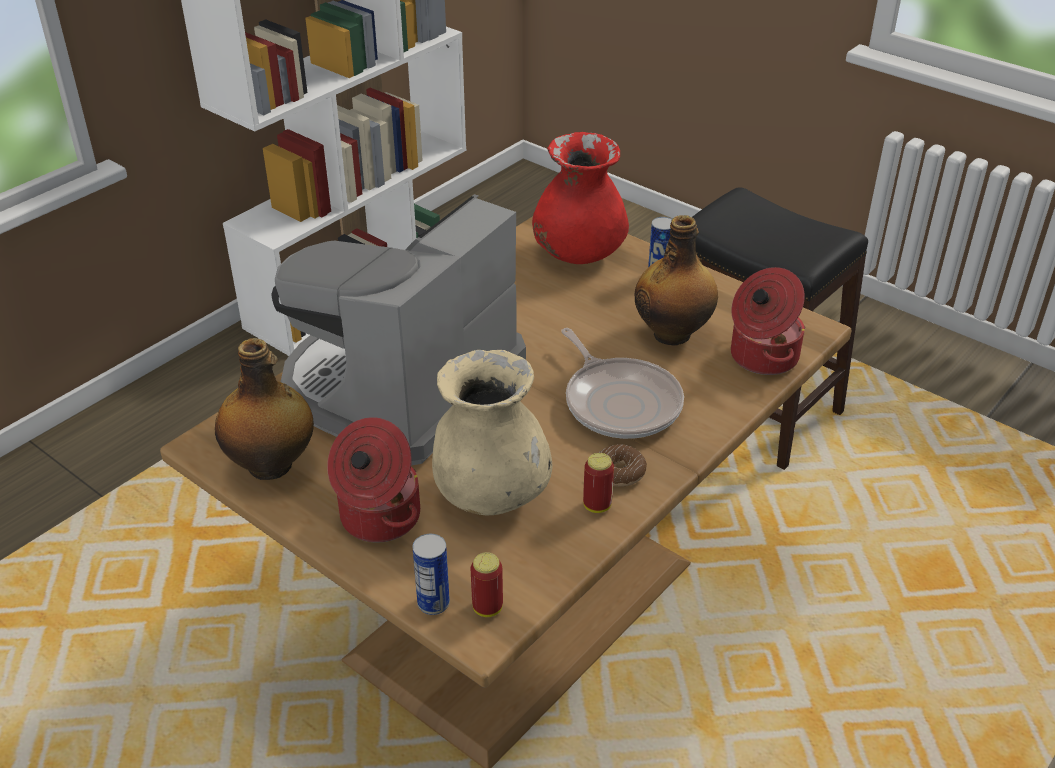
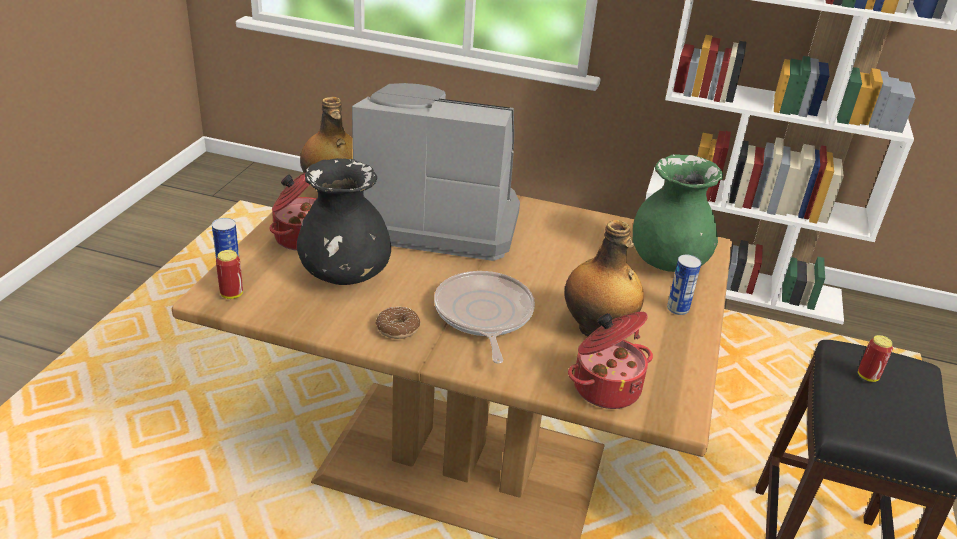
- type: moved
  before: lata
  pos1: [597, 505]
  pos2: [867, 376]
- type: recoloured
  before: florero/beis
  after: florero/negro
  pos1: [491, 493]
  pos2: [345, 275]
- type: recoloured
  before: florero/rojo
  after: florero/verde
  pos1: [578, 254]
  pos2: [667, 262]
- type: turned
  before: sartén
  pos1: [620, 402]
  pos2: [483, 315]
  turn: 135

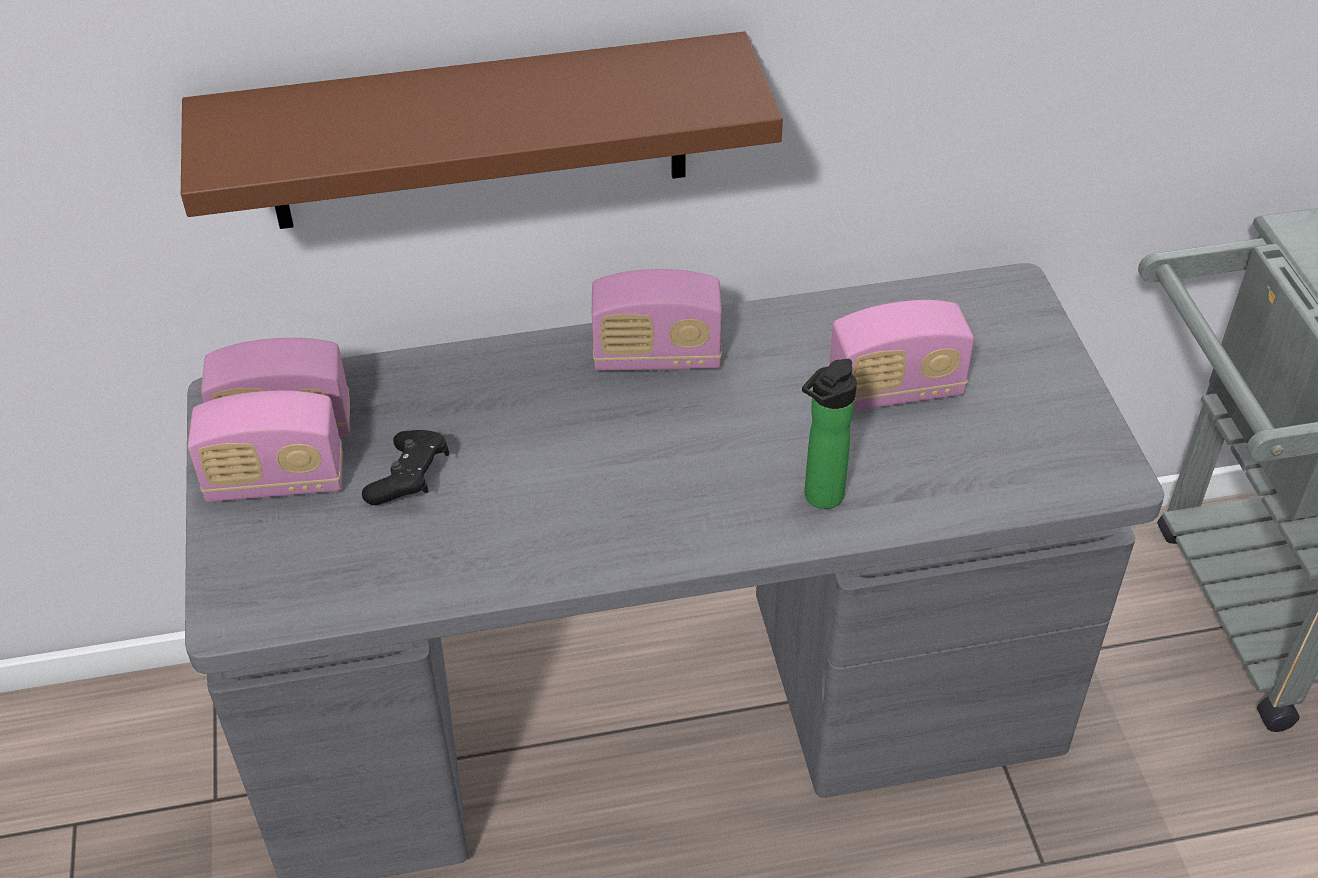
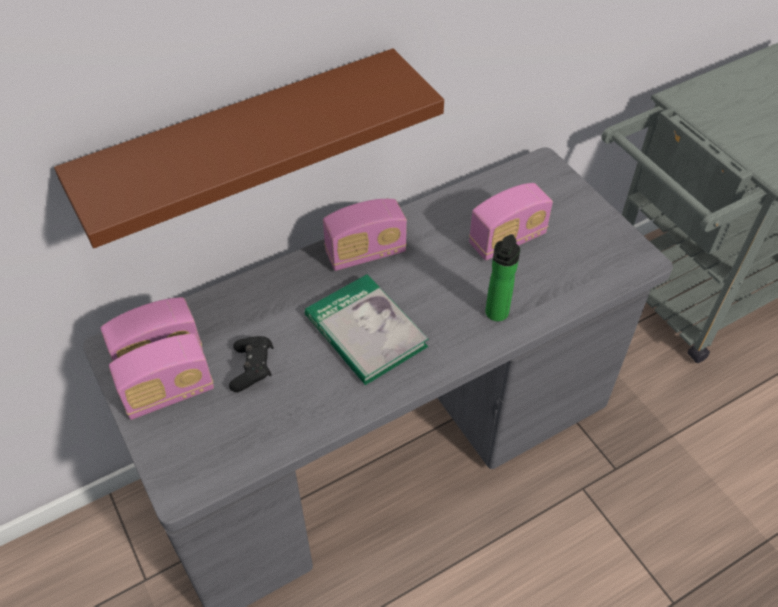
- type: added
  after: libro
  pos2: [365, 331]

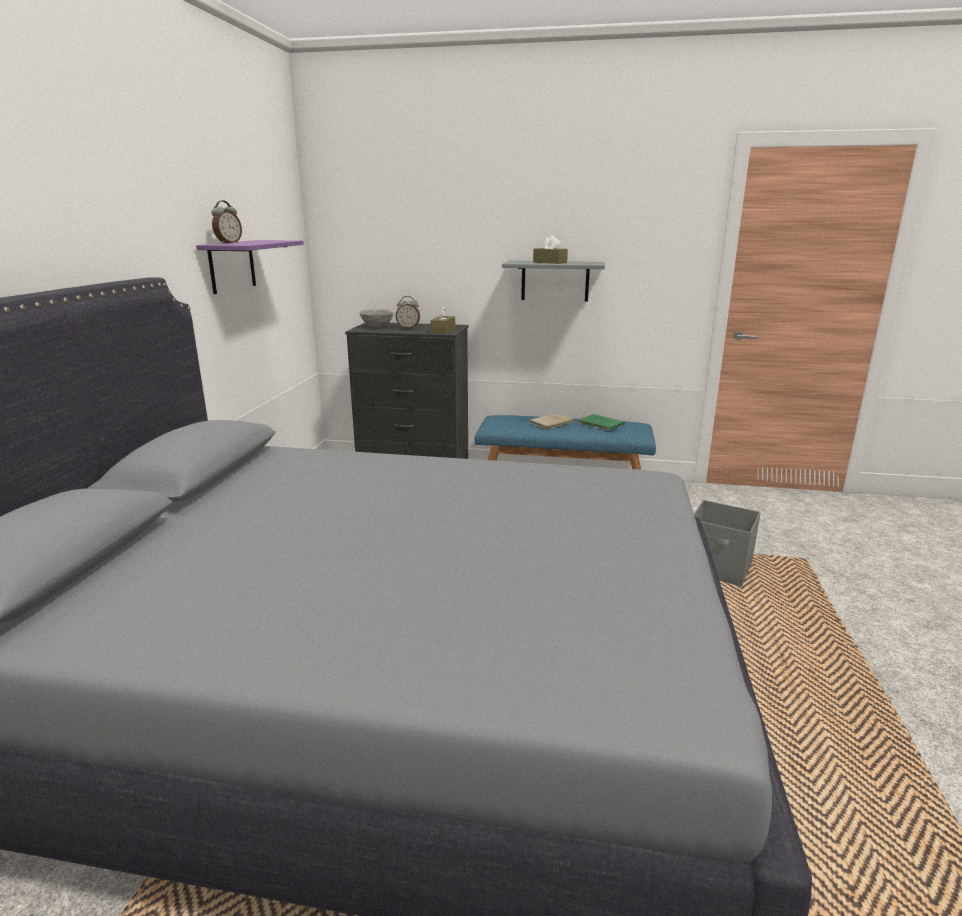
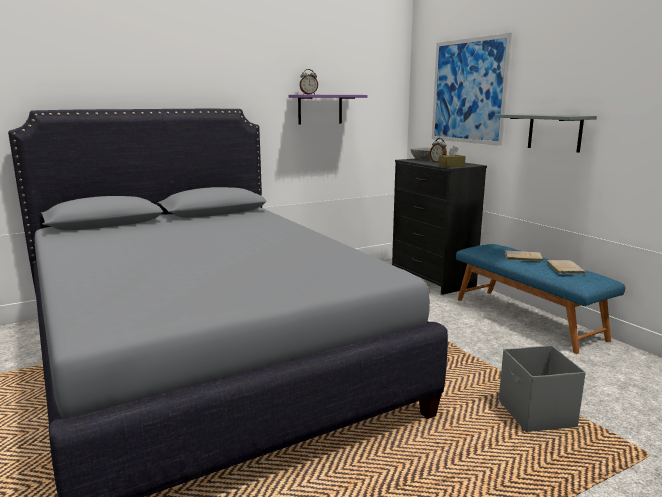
- type: removed
  before: caja de pañuelos/marrón
  pos1: [550, 262]
- type: added
  after: cuadro
  pos2: [468, 91]
- type: recoloured
  before: libro/verde
  after: libro/beis
  pos1: [600, 424]
  pos2: [564, 268]

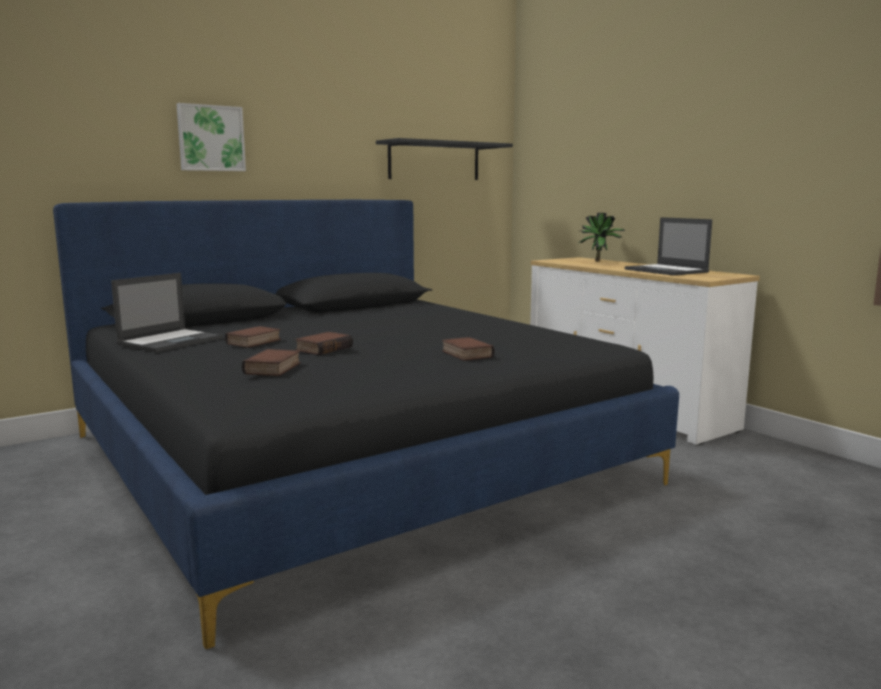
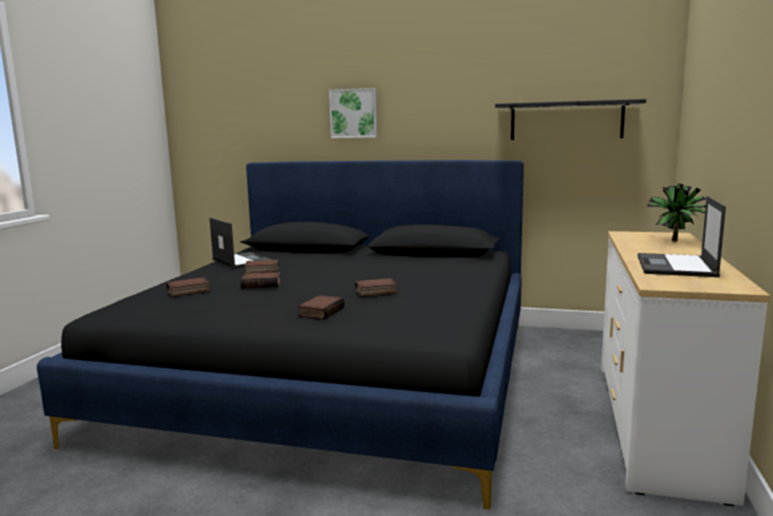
- type: added
  after: libro
  pos2: [376, 292]
- type: turned
  before: portátil
  pos1: [171, 341]
  pos2: [241, 261]
  turn: -120

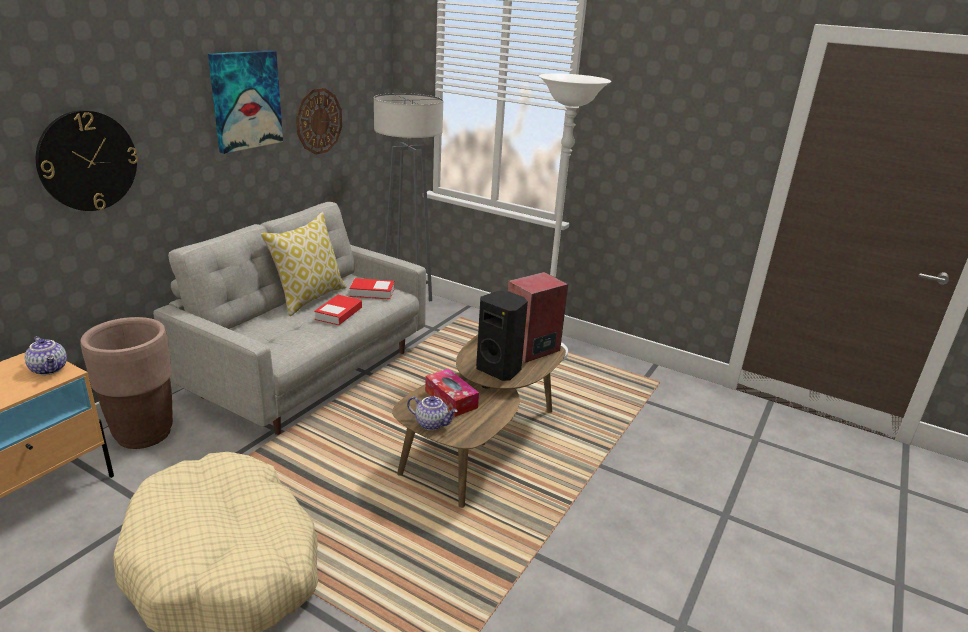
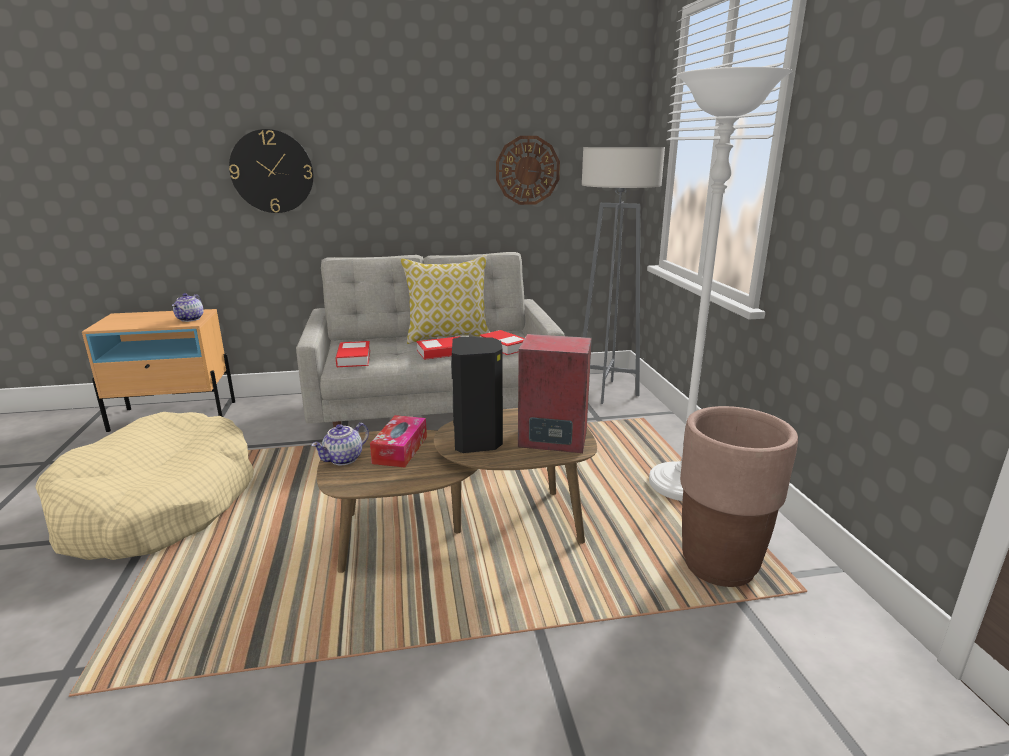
- type: removed
  before: cuadro
  pos1: [246, 100]
- type: added
  after: libro
  pos2: [354, 358]
- type: moved
  before: maceta/marrón
  pos1: [144, 434]
  pos2: [719, 565]
- type: turned
  before: tetera
  pos1: [432, 423]
  pos2: [343, 459]
  turn: 60

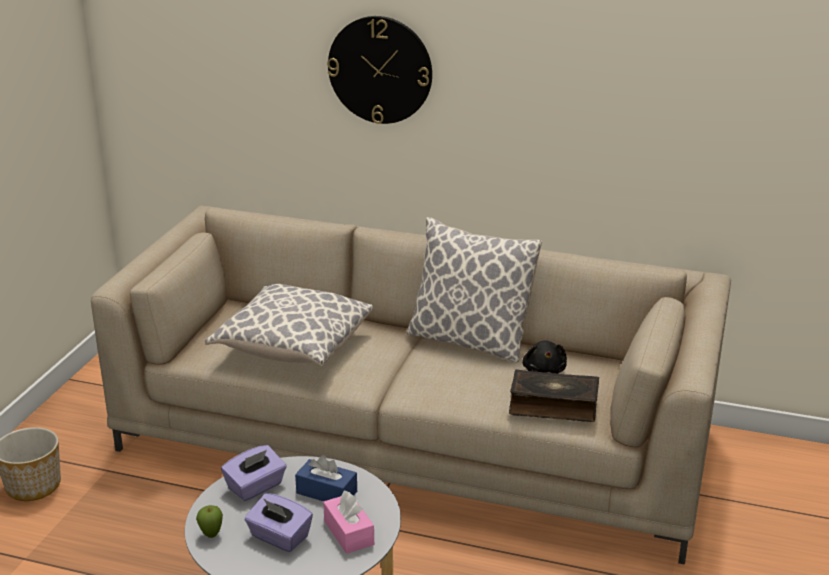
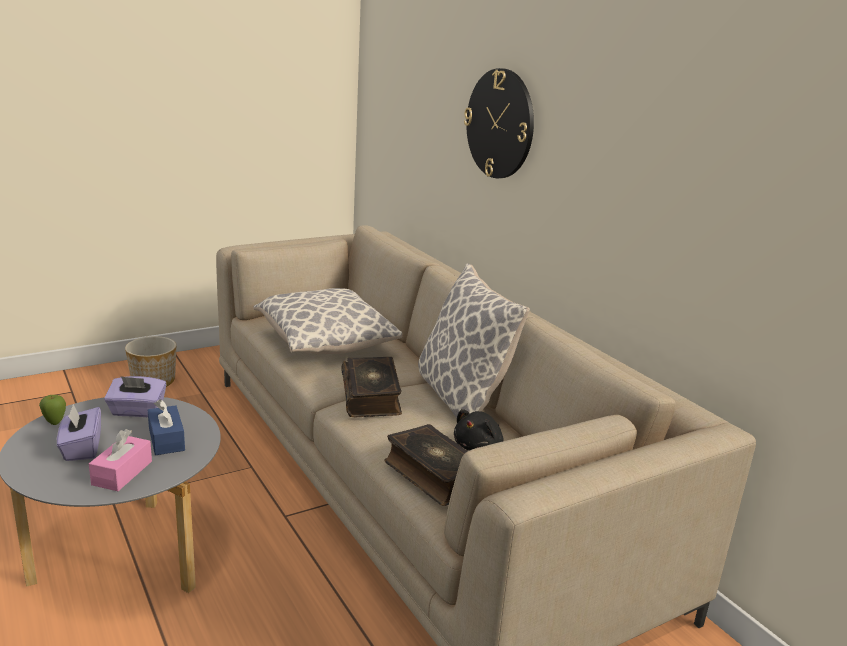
- type: added
  after: libro
  pos2: [371, 396]

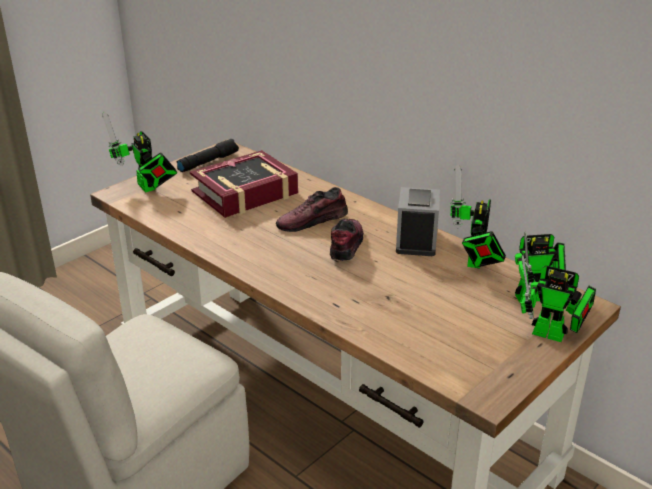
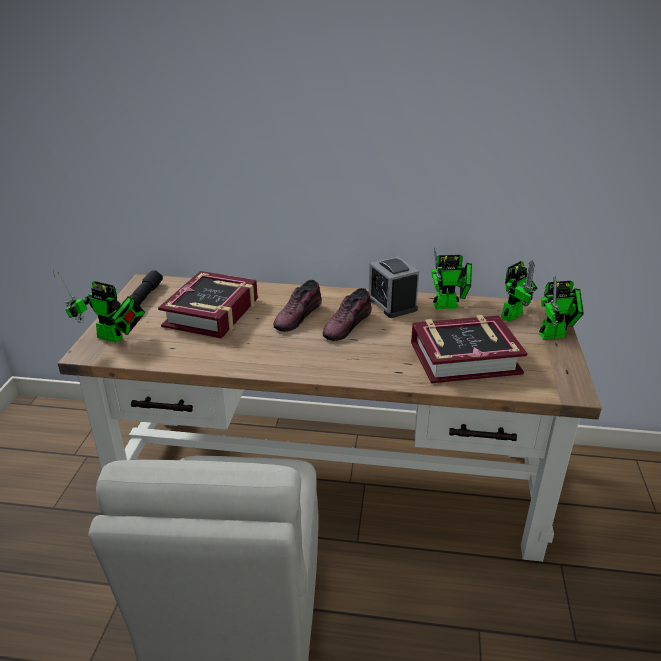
- type: added
  after: libro
  pos2: [464, 357]
- type: turned
  before: zapato
  pos1: [346, 245]
  pos2: [347, 325]
  turn: -120
- type: turned
  before: robot de juguete
  pos1: [474, 263]
  pos2: [449, 306]
  turn: -75

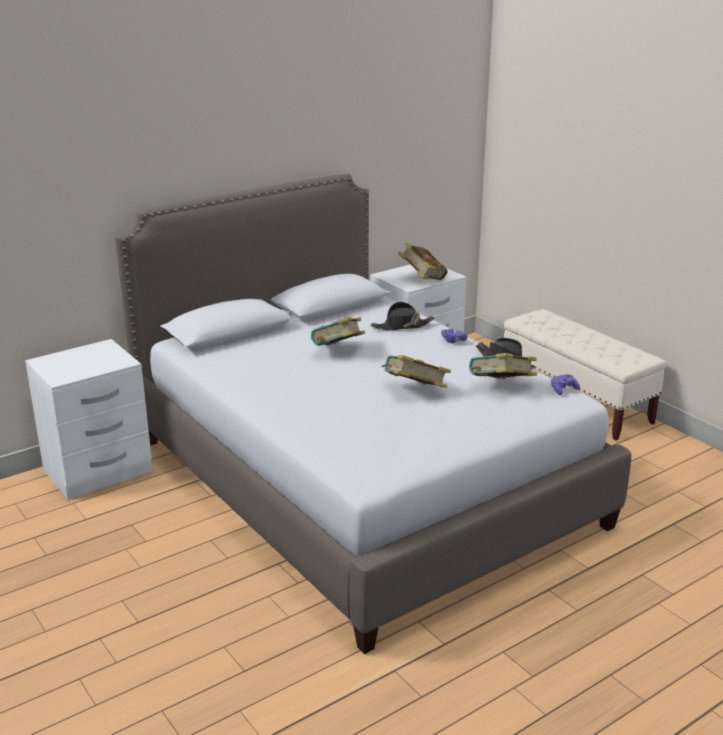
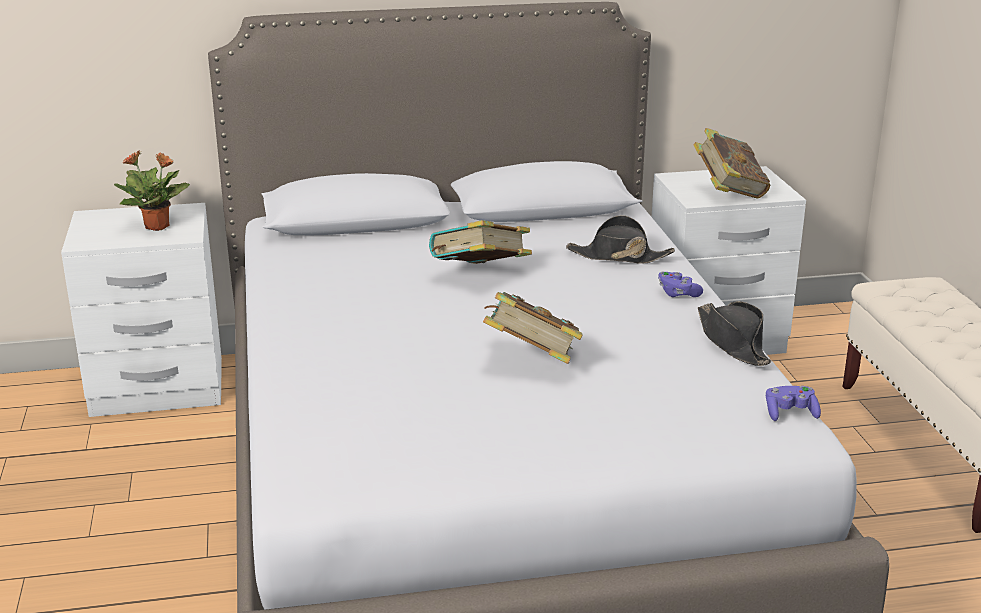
- type: removed
  before: libro
  pos1: [501, 387]
- type: added
  after: planta en maceta
  pos2: [158, 227]

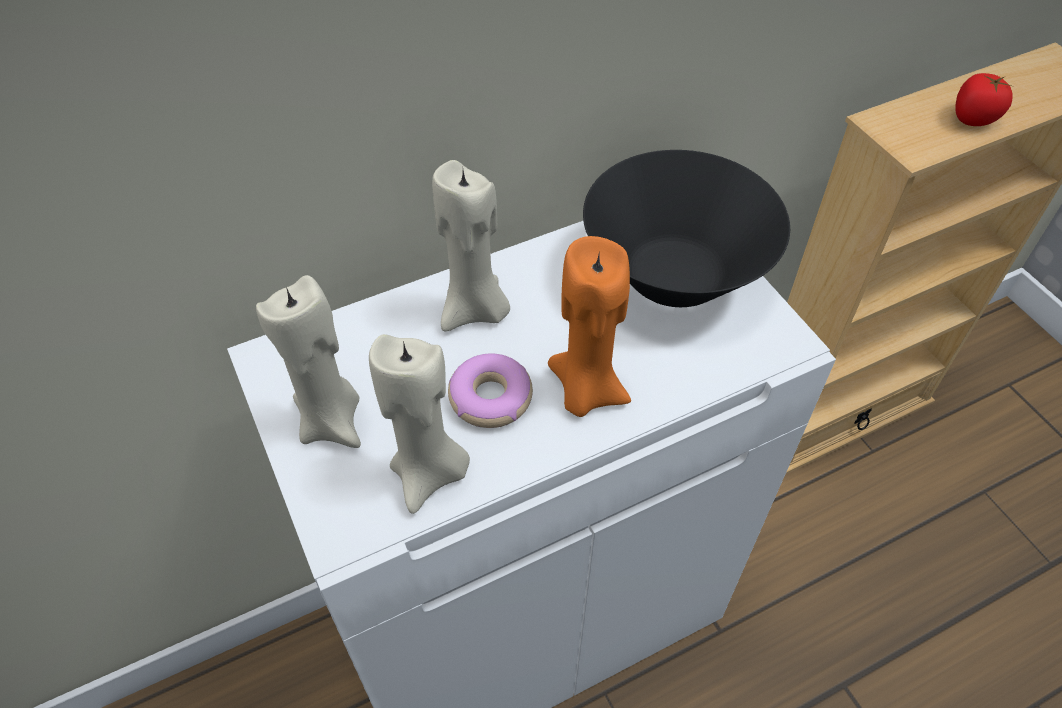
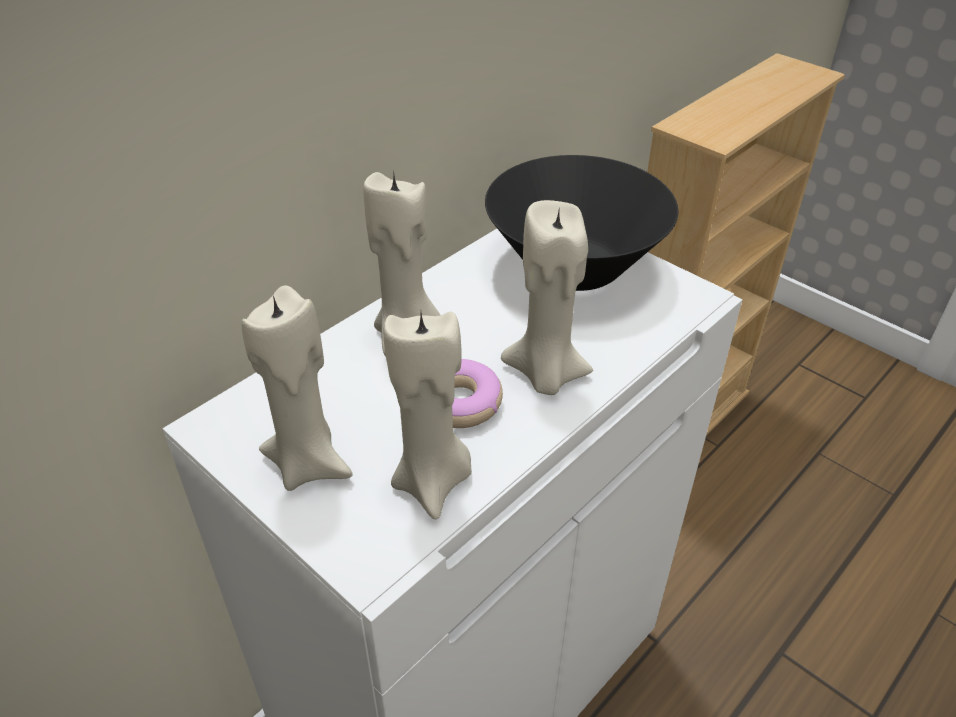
- type: removed
  before: tomate
  pos1: [973, 118]
- type: recoloured
  before: vela/naranja
  after: vela/beis
  pos1: [585, 391]
  pos2: [545, 375]

